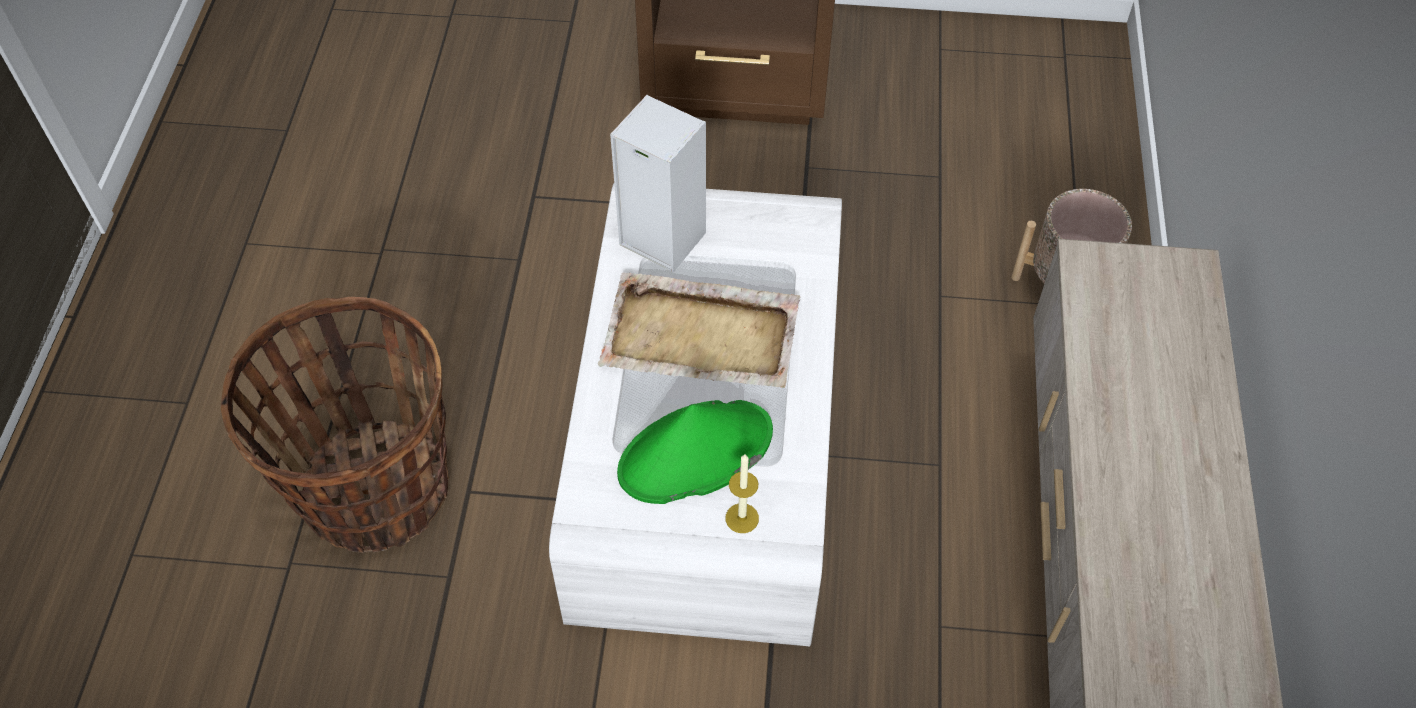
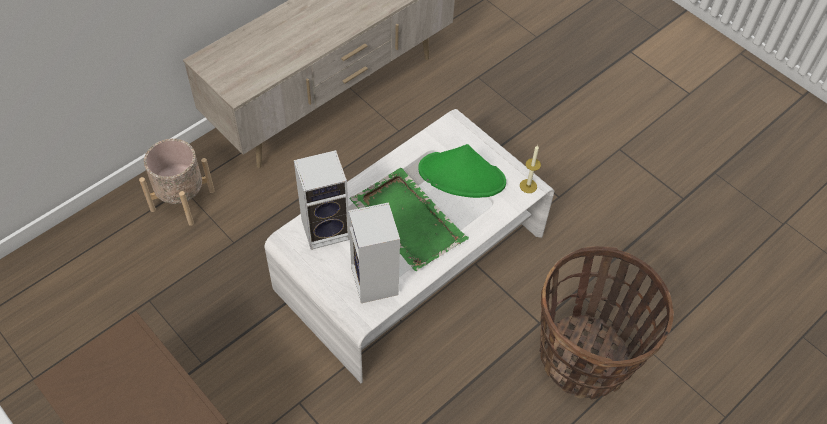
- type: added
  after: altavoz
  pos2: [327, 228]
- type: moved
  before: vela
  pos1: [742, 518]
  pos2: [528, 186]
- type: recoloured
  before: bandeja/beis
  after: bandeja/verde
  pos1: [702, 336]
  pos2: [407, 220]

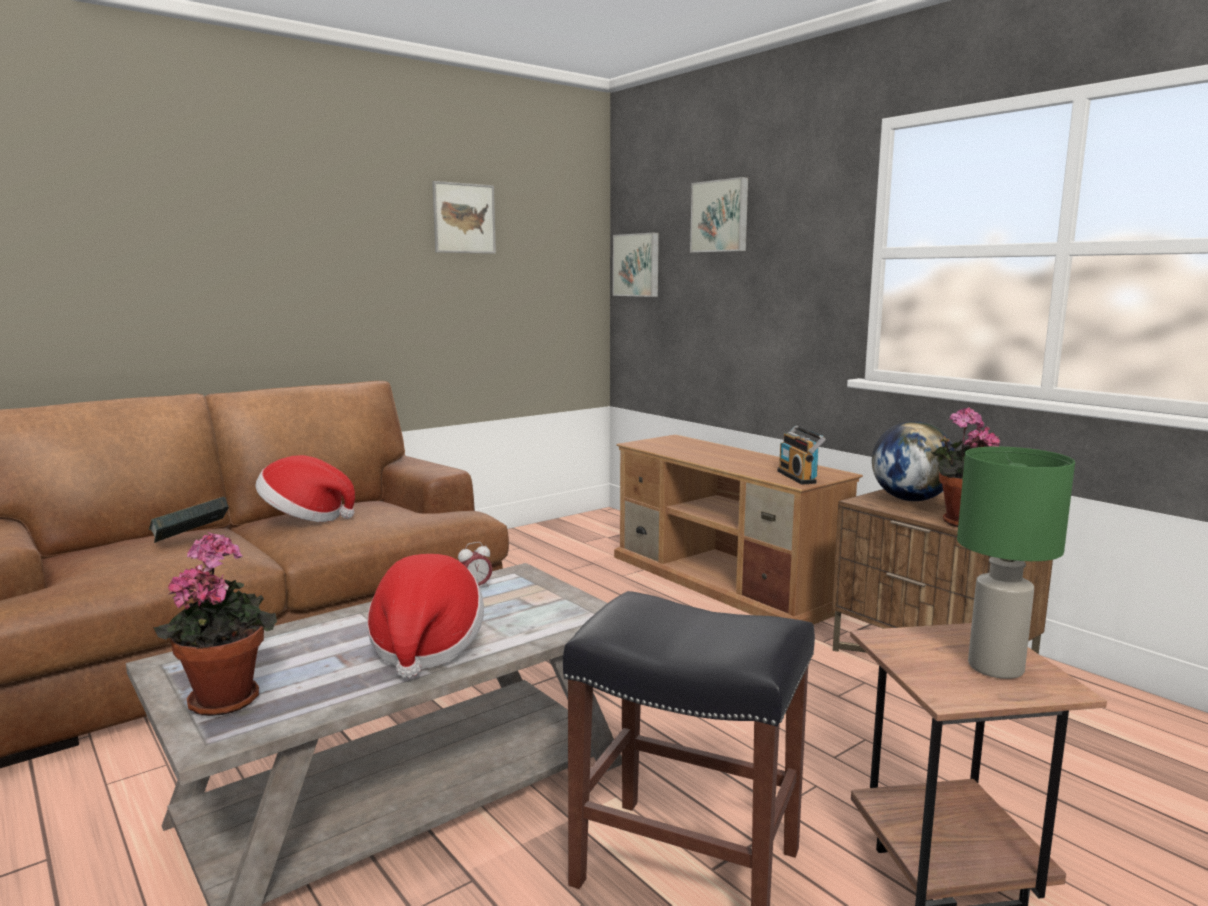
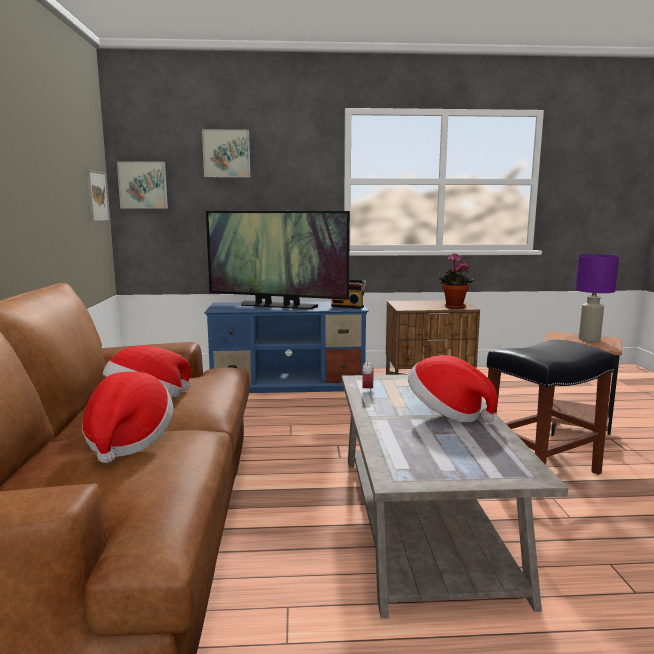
- type: removed
  before: planta en maceta
  pos1: [225, 697]
- type: removed
  before: globo terráqueo
  pos1: [910, 499]
- type: added
  after: televisor
  pos2: [277, 306]
- type: moved
  before: cuadro
  pos1: [464, 218]
  pos2: [97, 196]
- type: replaced
  before: libro
  after: sombrero
  pos1: [191, 541]
  pos2: [128, 441]
- type: recoloured
  before: mueble de televisión/marrón
  after: mueble de televisión/azul
  pos1: [726, 581]
  pos2: [289, 383]
- type: recoloured
  before: lámpara de mesa/verde
  after: lámpara de mesa/morado
  pos1: [994, 667]
  pos2: [588, 339]

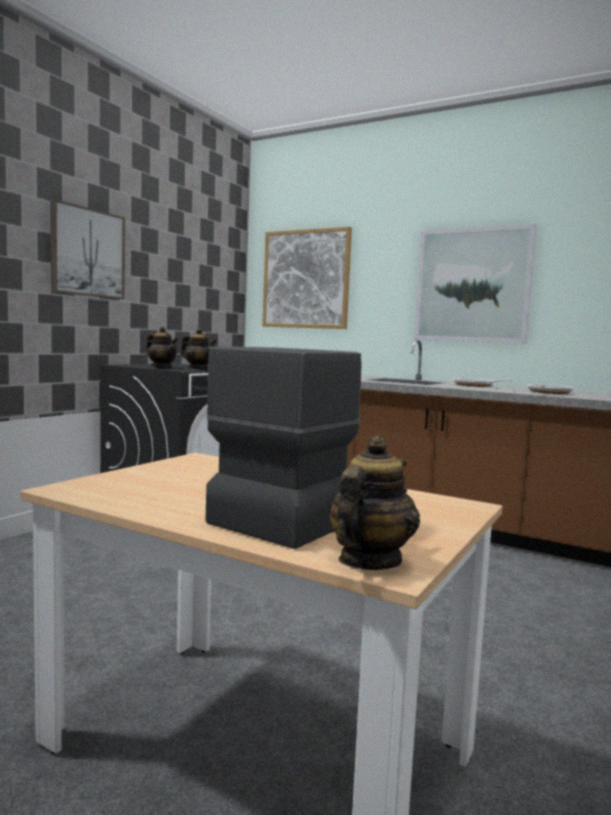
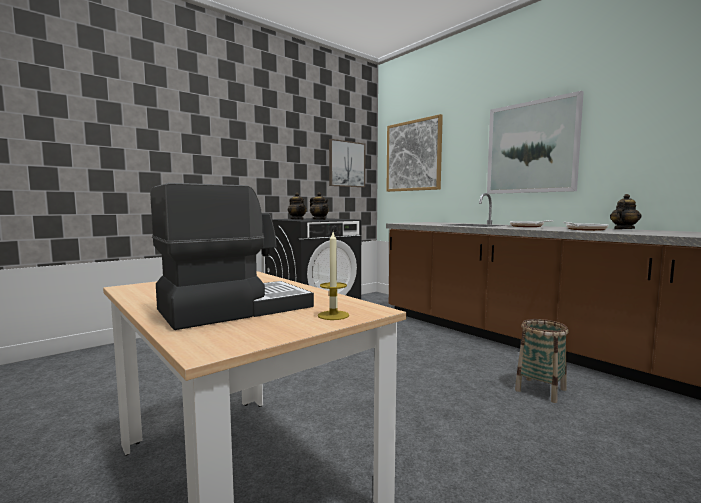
- type: added
  after: vela
  pos2: [333, 315]
- type: added
  after: cesta
  pos2: [540, 390]
- type: moved
  before: cuadro
  pos1: [87, 252]
  pos2: [346, 164]
- type: moved
  before: tetera
  pos1: [369, 561]
  pos2: [623, 229]

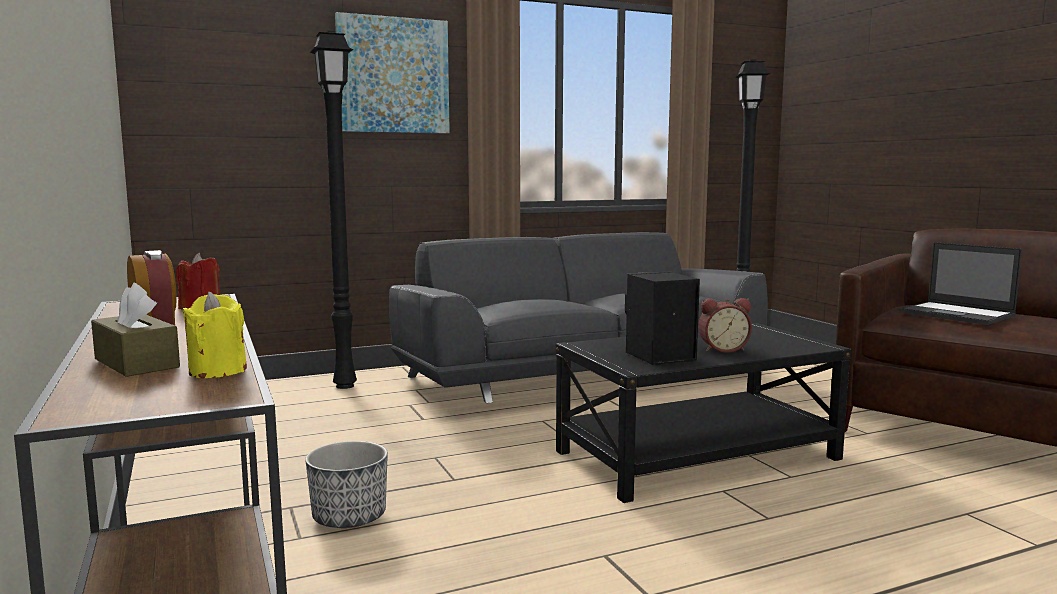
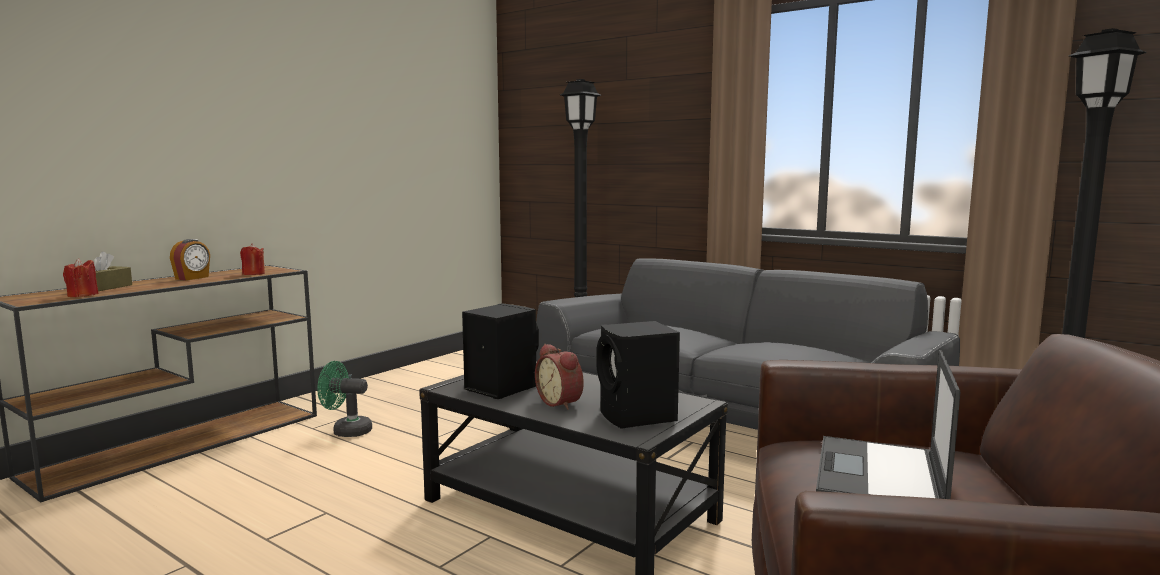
- type: removed
  before: cuadro
  pos1: [393, 75]
- type: added
  after: altavoz/negro
  pos2: [638, 417]
- type: replaced
  before: maceta
  after: ventilador/verde
  pos1: [350, 518]
  pos2: [346, 431]
- type: recoloured
  before: vela/amarillo
  after: vela/rojo
  pos1: [217, 371]
  pos2: [82, 295]

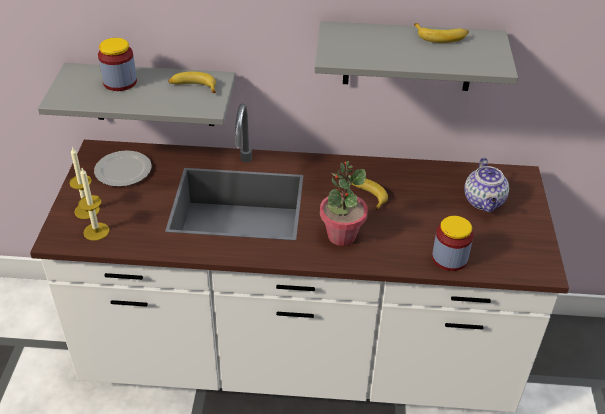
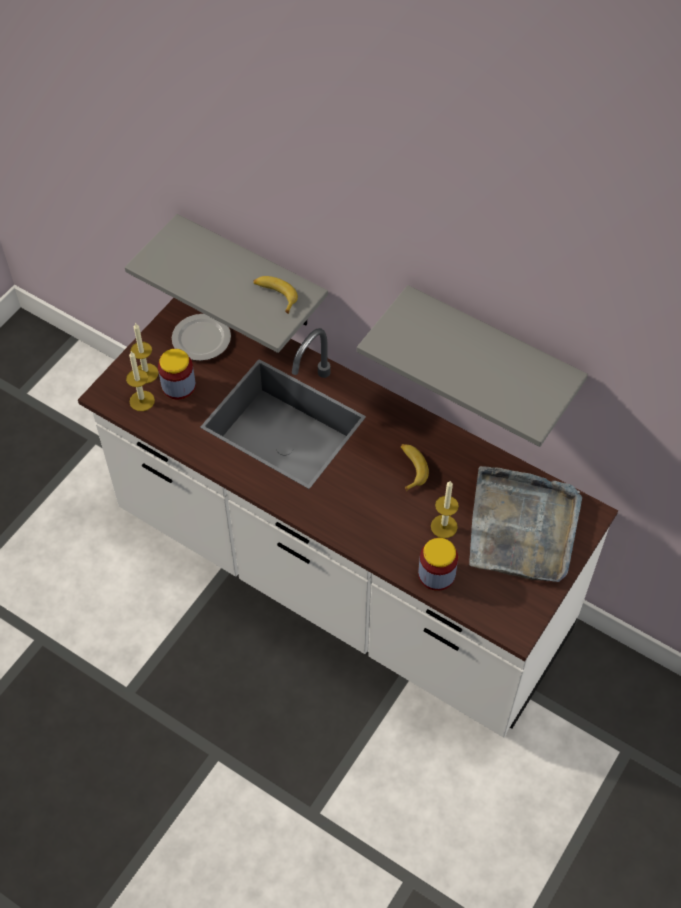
- type: removed
  before: planta en maceta
  pos1: [341, 236]
- type: removed
  before: plátano
  pos1: [441, 37]
- type: added
  after: vela
  pos2: [444, 526]
- type: moved
  before: tarro
  pos1: [120, 82]
  pos2: [178, 386]
- type: replaced
  before: tetera
  after: bandeja/gris
  pos1: [484, 202]
  pos2: [522, 528]

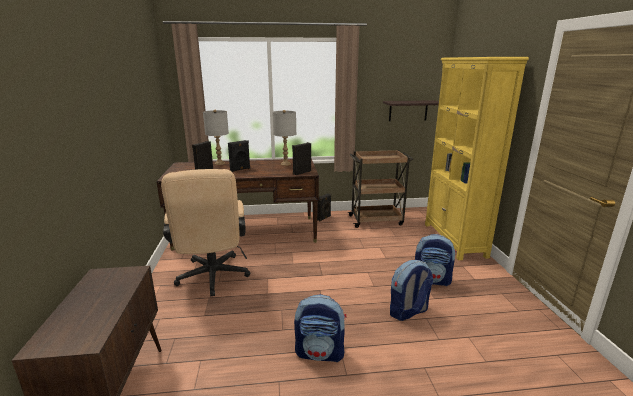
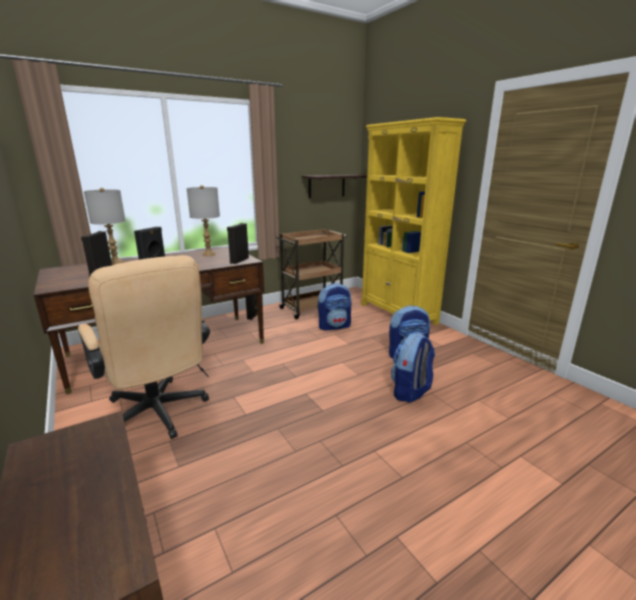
- type: moved
  before: mochila
  pos1: [320, 353]
  pos2: [334, 326]

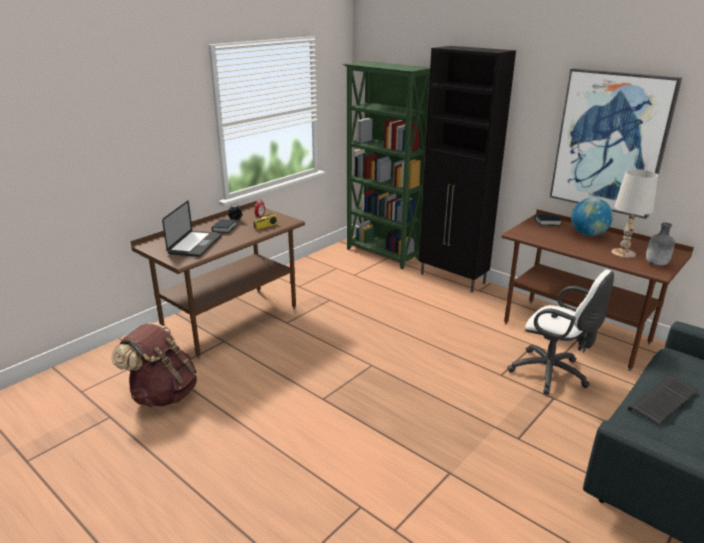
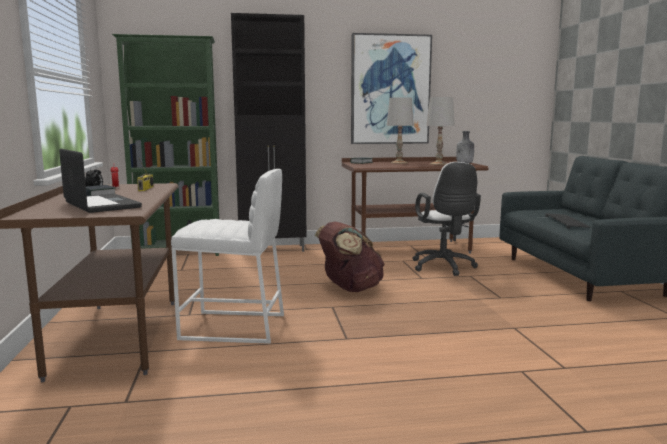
- type: added
  after: taburete/blanco
  pos2: [234, 327]
- type: moved
  before: mochila/marrón
  pos1: [163, 394]
  pos2: [350, 289]
- type: replaced
  before: globo terráqueo
  after: lámpara de mesa/blanco
  pos1: [588, 235]
  pos2: [399, 163]
- type: turned
  before: silla de oficina/blanco
  pos1: [552, 374]
  pos2: [444, 267]
  turn: 90

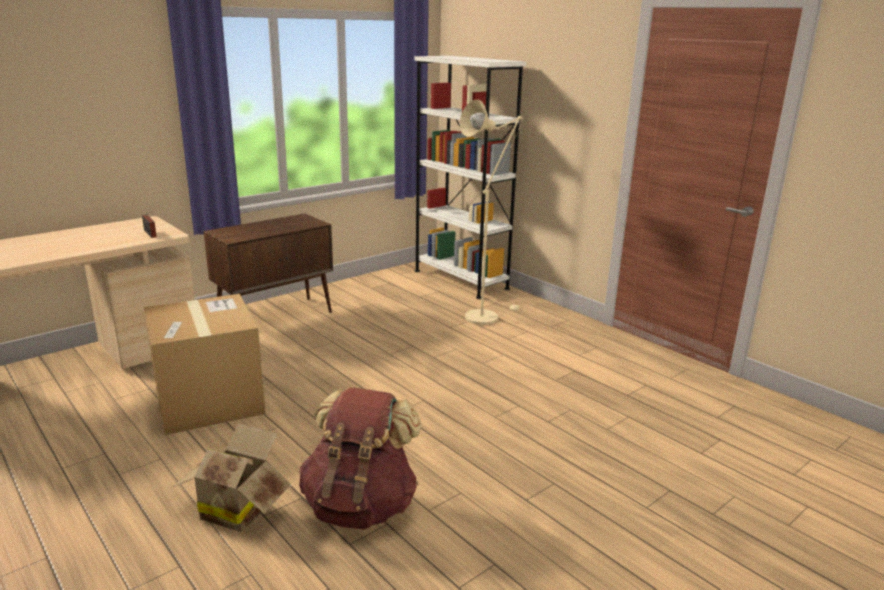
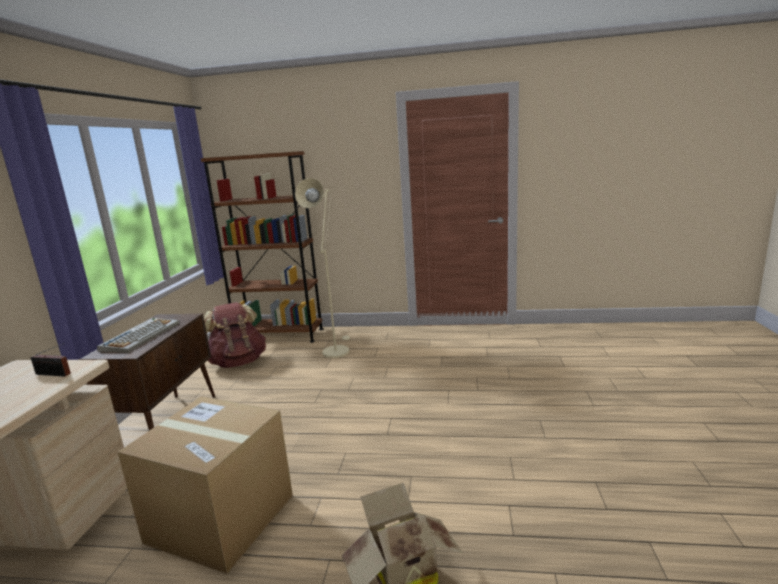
- type: added
  after: teclado
  pos2: [141, 336]
- type: moved
  before: mochila/marrón
  pos1: [361, 505]
  pos2: [238, 362]
- type: recoloured
  before: estantería/blanco
  after: estantería/marrón
  pos1: [460, 279]
  pos2: [279, 335]

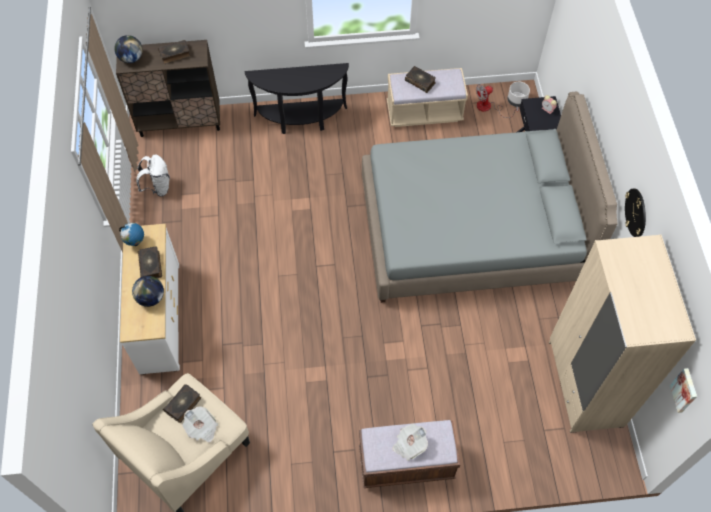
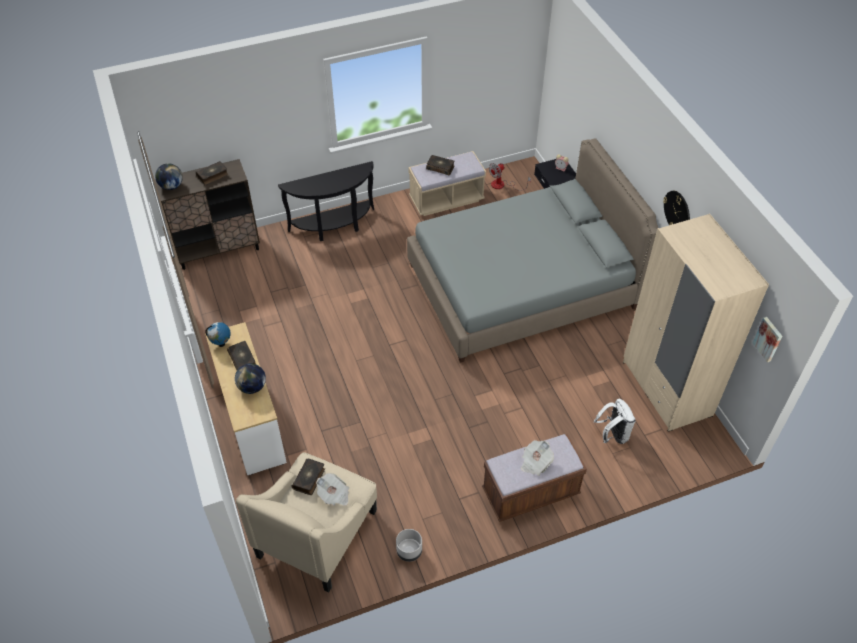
- type: moved
  before: mochila/blanco
  pos1: [158, 187]
  pos2: [613, 435]
- type: moved
  before: maceta/gris
  pos1: [517, 101]
  pos2: [409, 551]

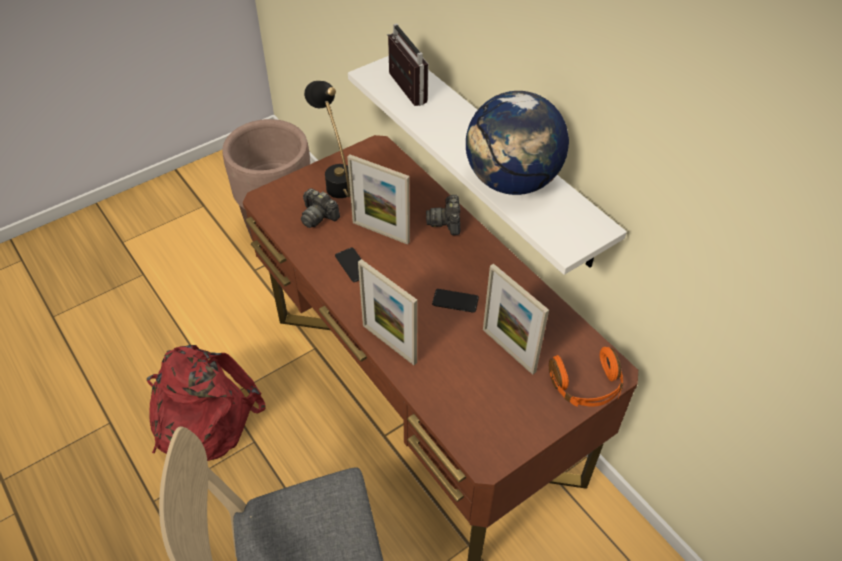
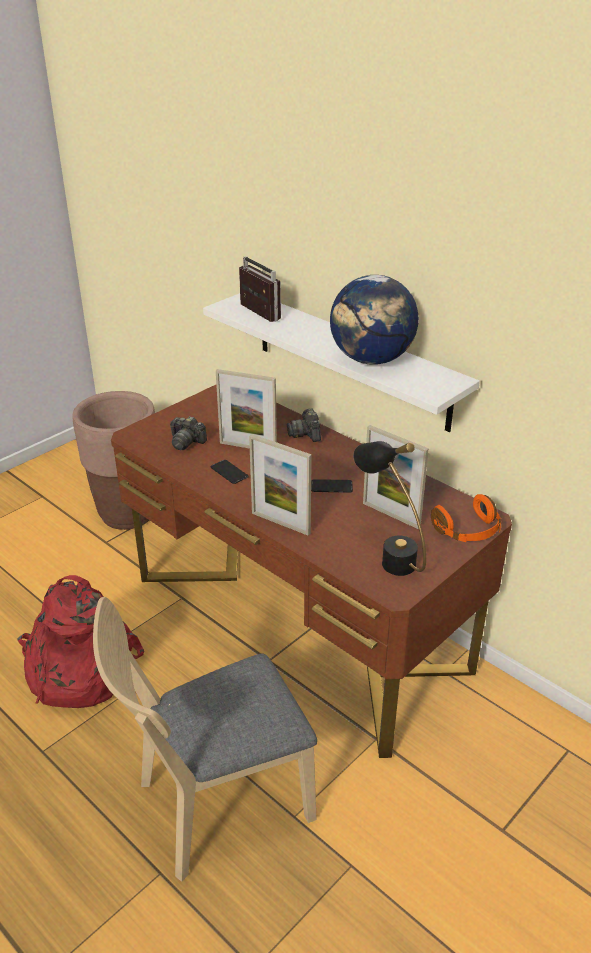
- type: moved
  before: lámpara de mesa/negro
  pos1: [336, 179]
  pos2: [388, 555]

